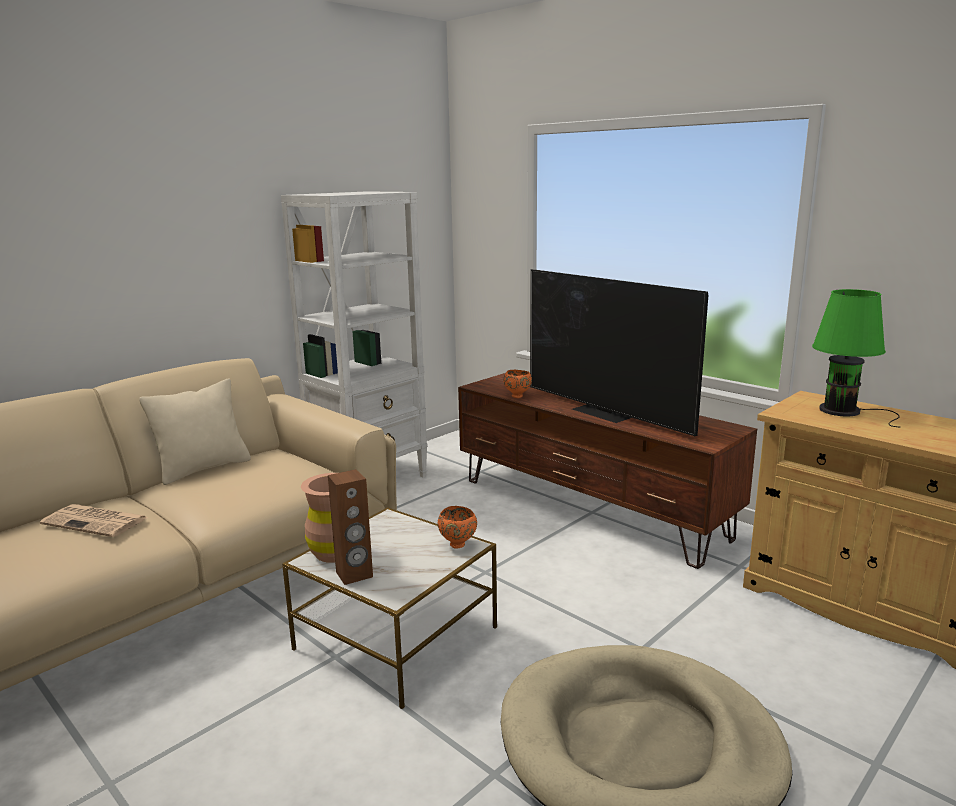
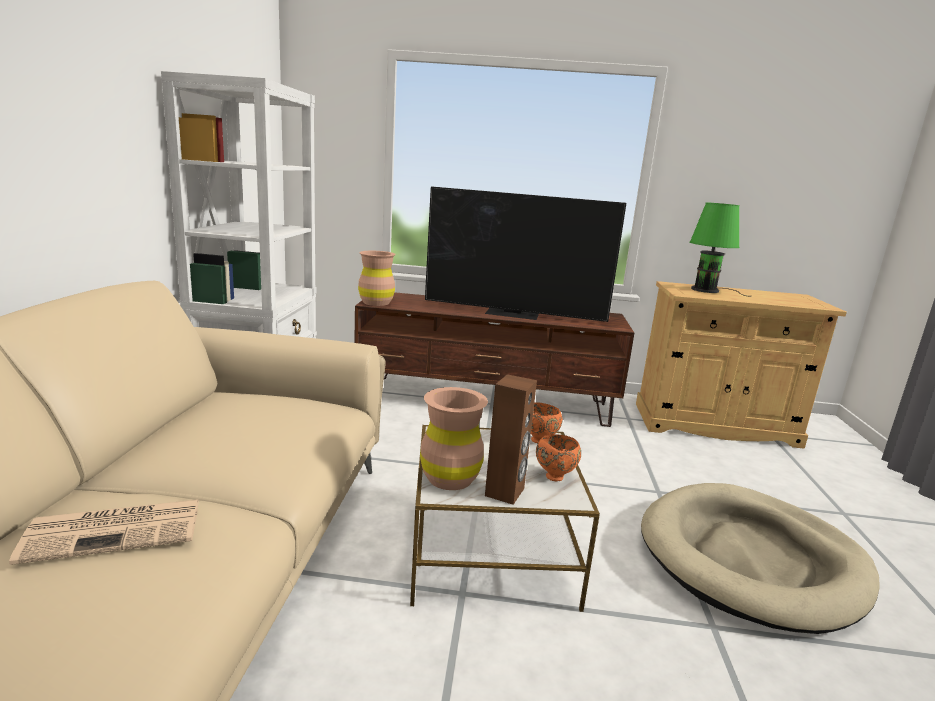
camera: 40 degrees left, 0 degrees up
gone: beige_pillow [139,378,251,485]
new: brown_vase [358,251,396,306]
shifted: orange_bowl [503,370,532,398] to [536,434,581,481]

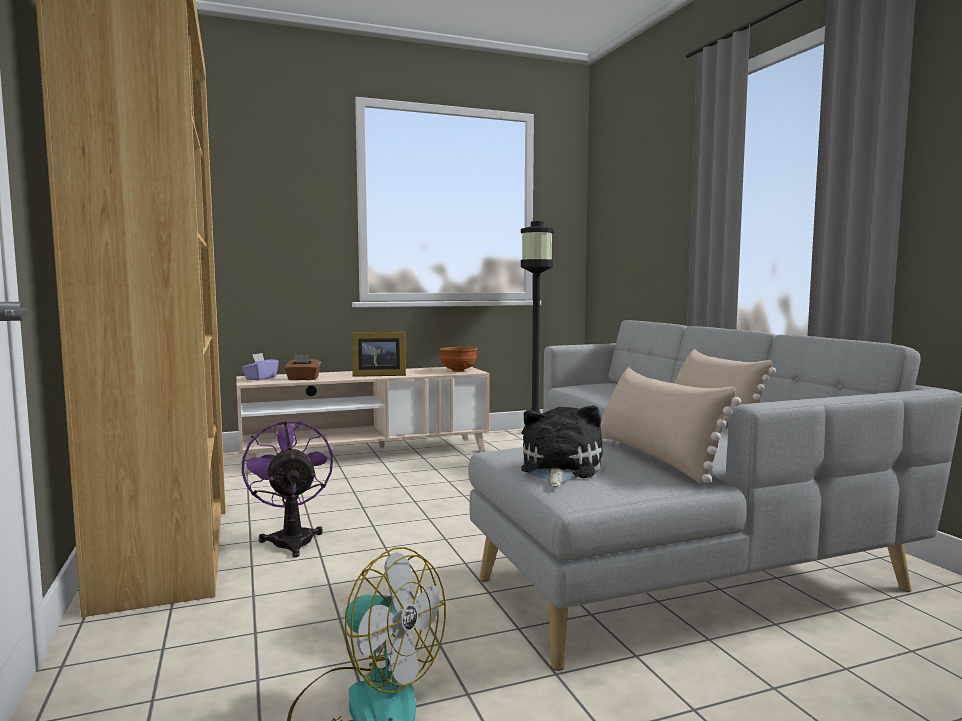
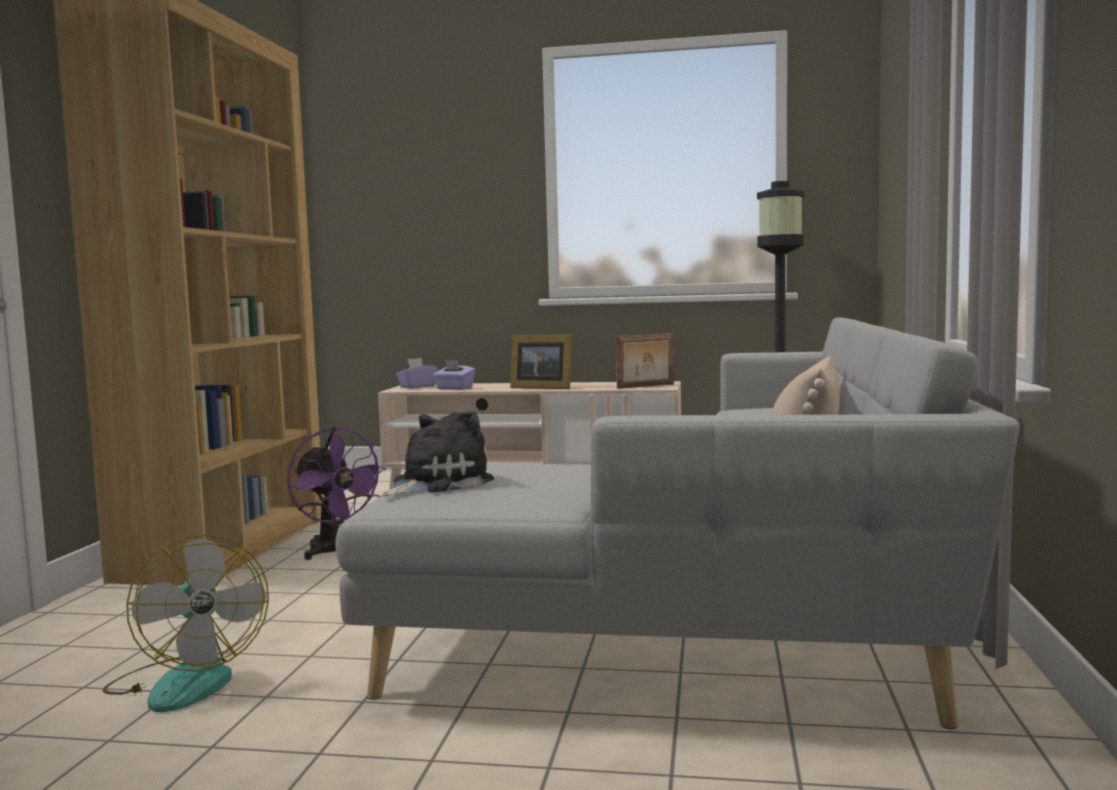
camera: 30 degrees right, 0 degrees up
gone: beige_pillow [601,367,741,483]
swapped: brown_bowl [439,347,478,372] to picture_frame [616,333,674,389]
repainted: brown_tissue_box [284,354,321,380] to purple_tissue_box [433,360,475,390]
rotated: purple_fan [242,420,333,557] = [287,427,387,560] 135 degrees clockwise

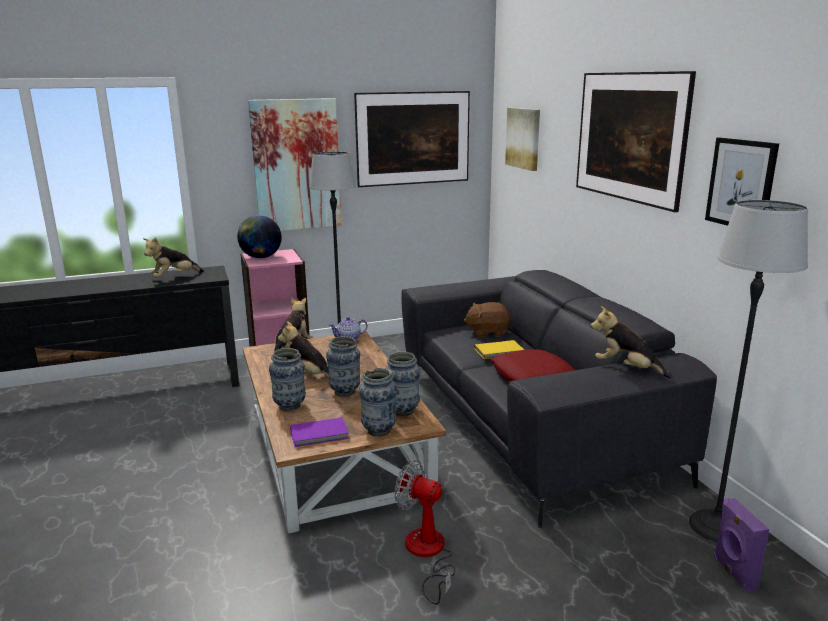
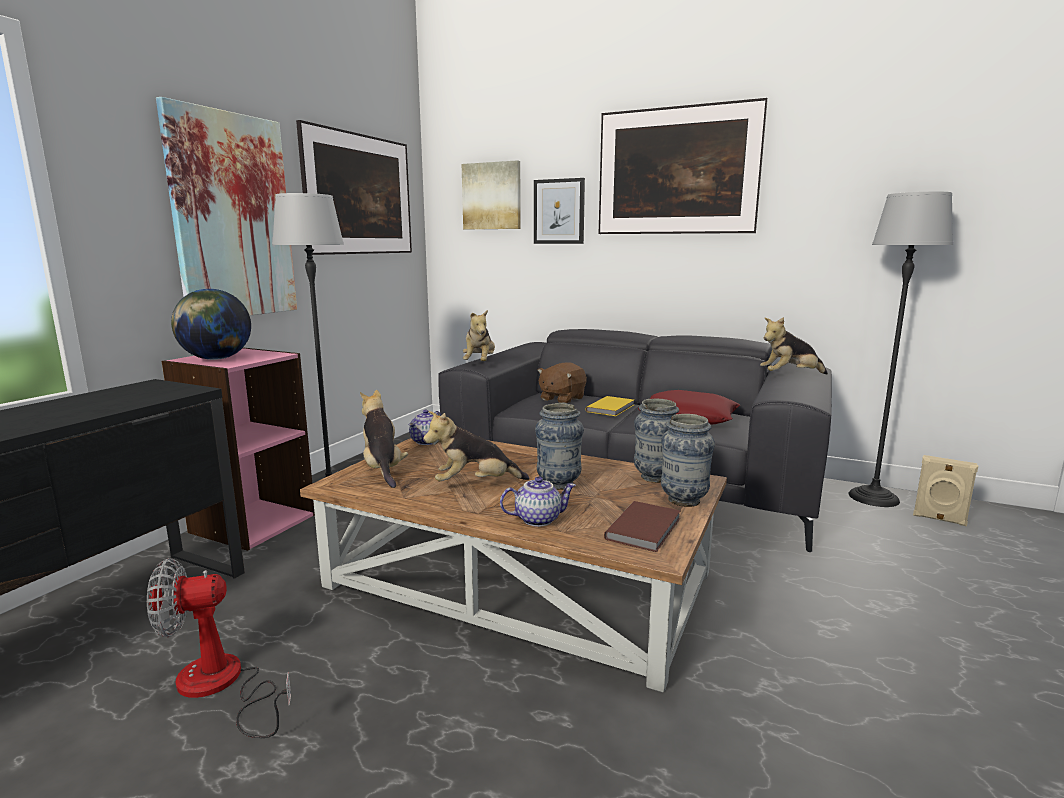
camera: 45 degrees left, 5 degrees down
shifted: fan [395,460,455,605] to [147,558,291,738]; plush_toy [143,237,204,277] to [463,310,495,361]; picture [705,137,779,226] to [534,178,585,244]
swapped: vase [269,348,306,411] to teapot [500,476,576,527]
repainted: purple_book [290,417,349,447] to brown_book [604,501,681,552]; purple_speaker [714,498,770,592] to beige_speaker [913,455,978,526]

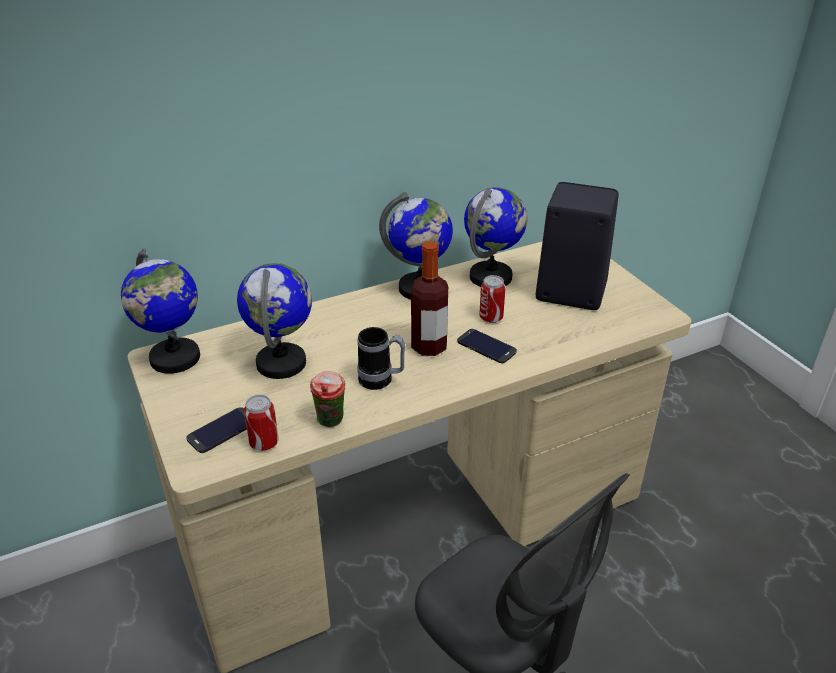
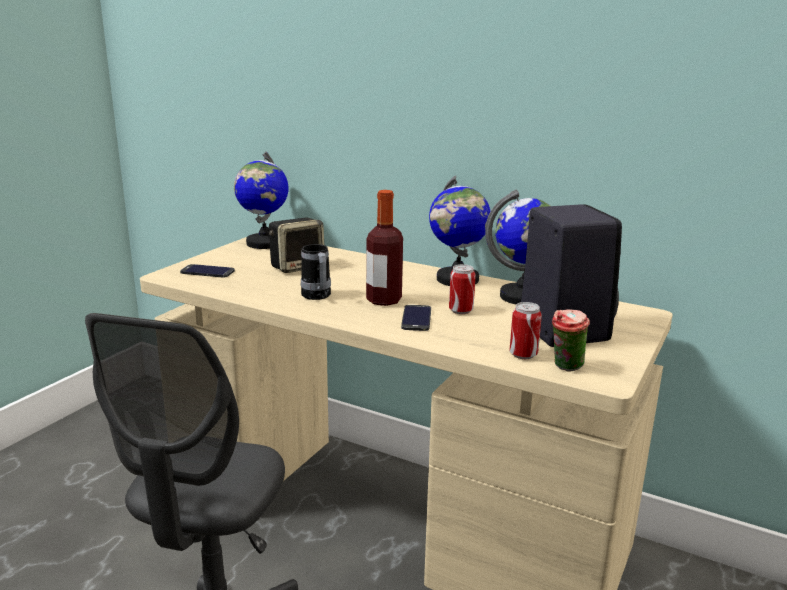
camera: 55 degrees right, 15 degrees down
shifted: can [244,395,279,451] to [510,302,542,359]; cup [310,371,346,427] to [552,309,590,371]
swapped: globe [237,263,312,379] to speaker [269,218,324,273]

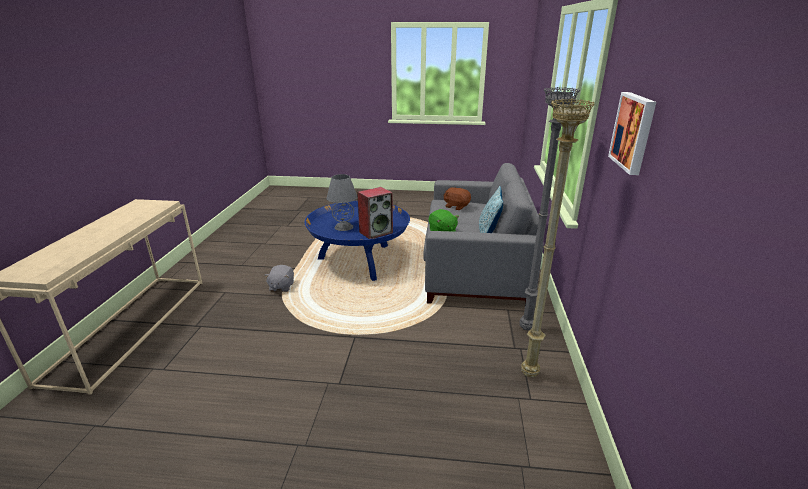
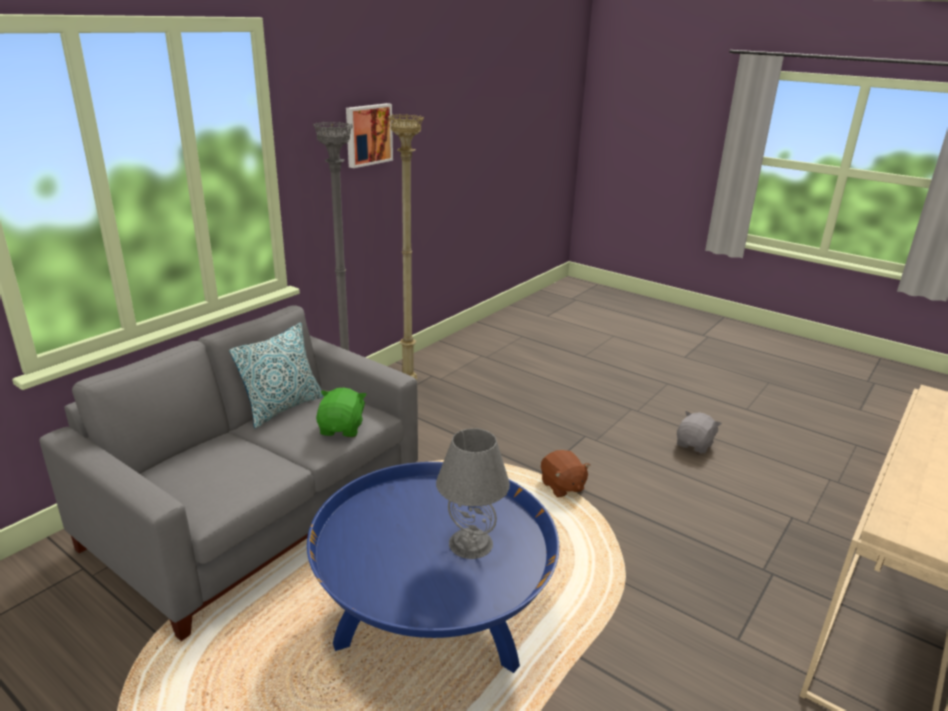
camera: 150 degrees left, 0 degrees up
gone: speaker [357,187,393,239]
shifted: brown_plush_toy [443,187,471,210] to [541,450,590,497]; grey_plush_toy [264,265,294,292] to [677,411,722,454]

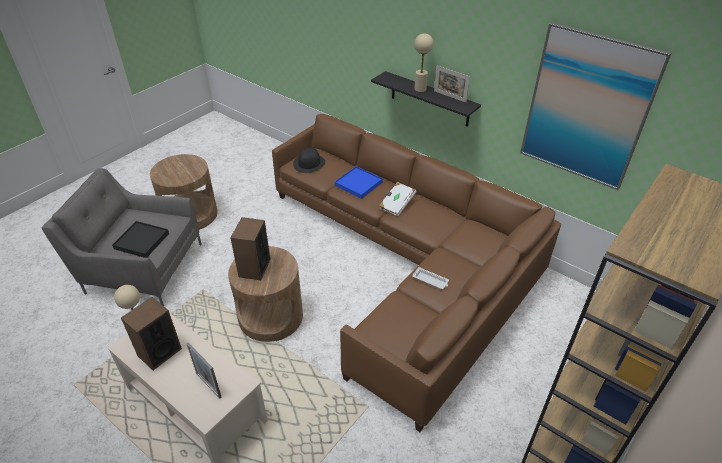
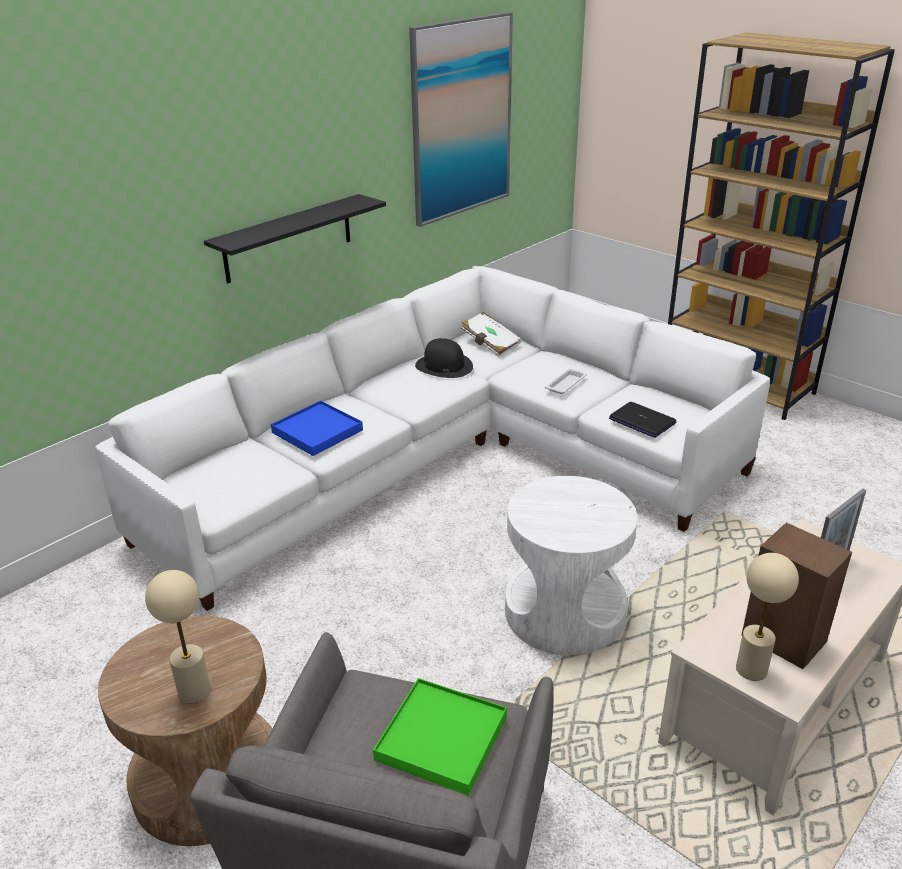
camera: 85 degrees left, 10 degrees down
gone: speaker [230,217,271,280]; picture_frame [434,65,470,103]
new: laptop [609,402,676,438]
shifted: beige_table_lamp [414,33,434,92] to [145,570,211,703]; black_hat [293,147,325,173] to [415,338,473,378]; white_book [379,182,416,216] to [461,312,521,356]
repainted: brown_sofa [272,114,561,432] to white_sofa [95,266,770,611]; black_tray [112,221,169,258] to green_tray [373,678,507,796]; brown_side_table [228,246,303,342] to white_side_table [505,476,637,656]

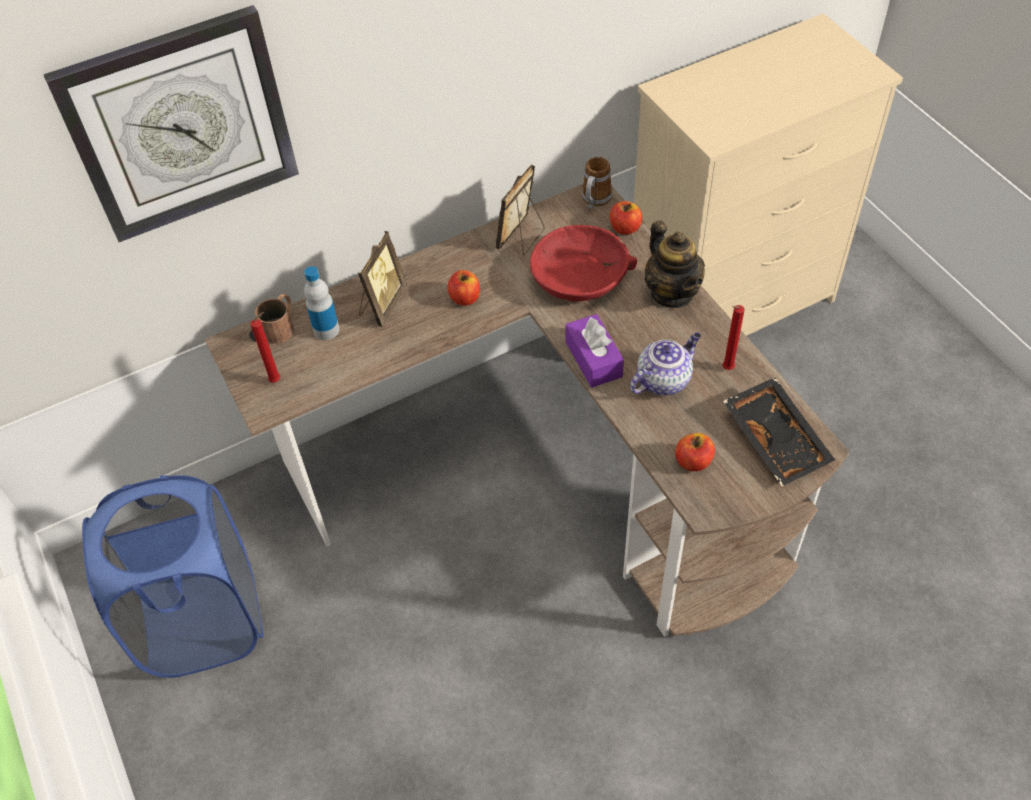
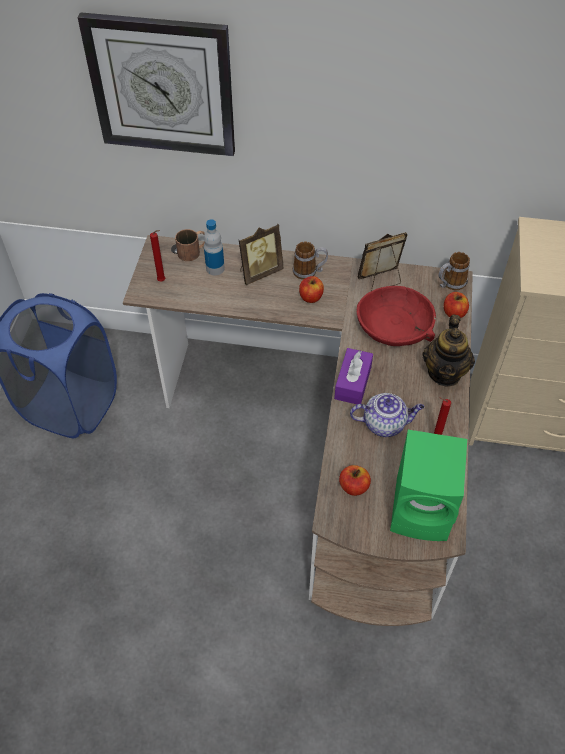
camera: 35 degrees right, 0 degrees up
new: mug [293,241,328,280]
swapped: black_tray [723,377,835,486] to green_speaker [390,430,467,541]

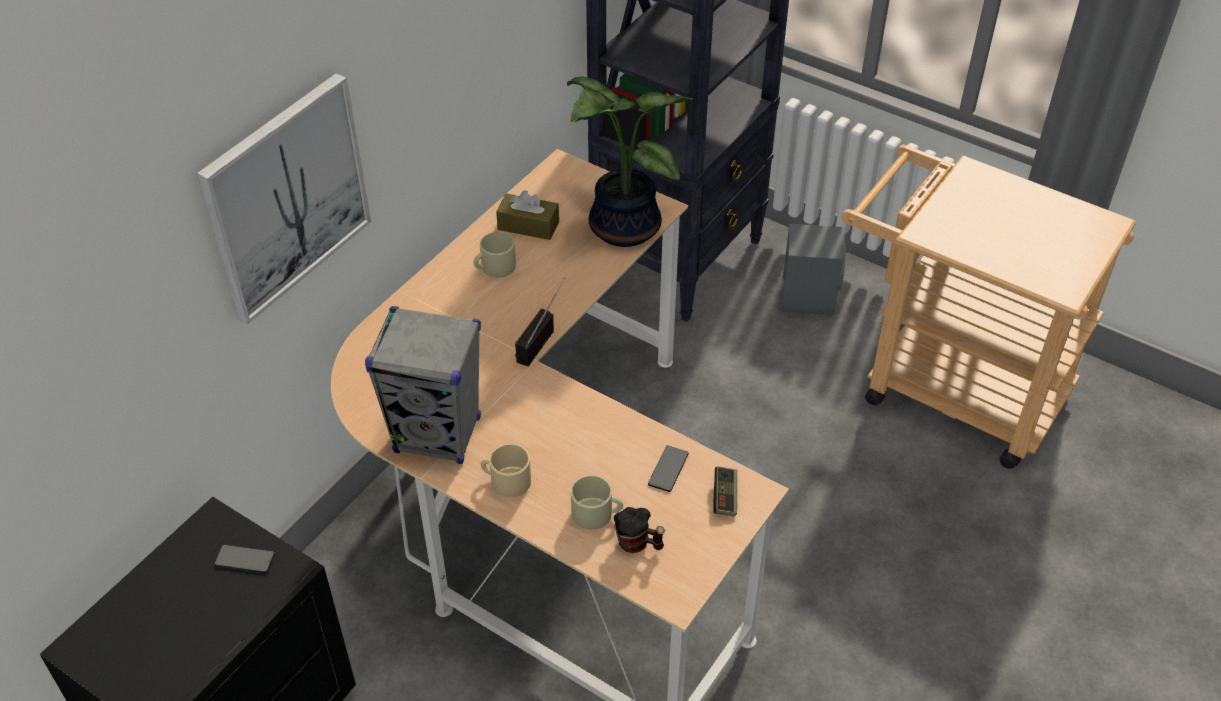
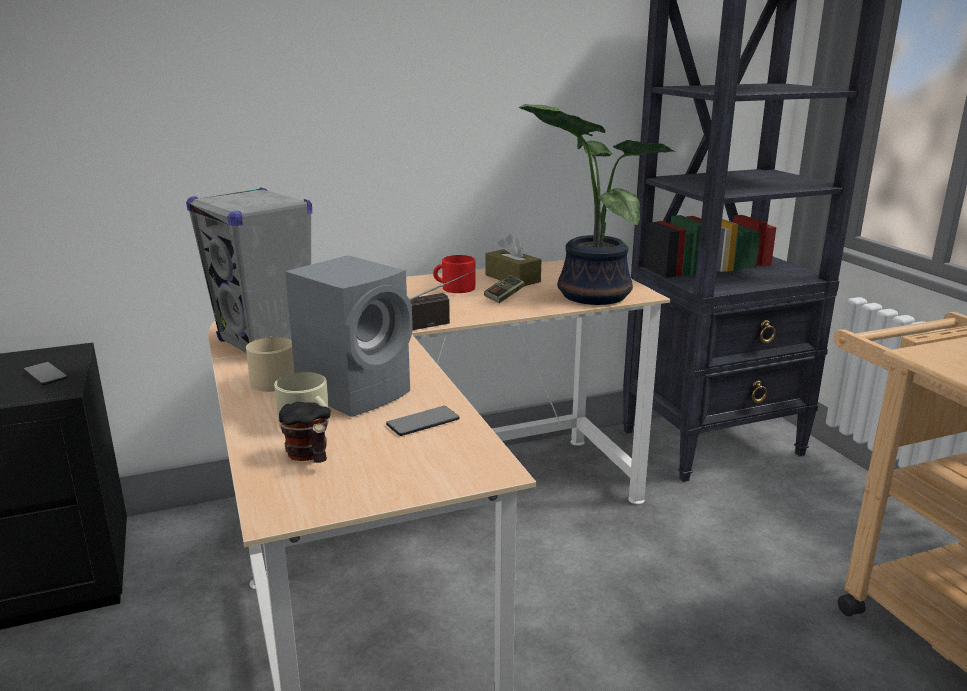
camera: 35 degrees right, 25 degrees down
gone: picture [196,73,371,324]
shifted: grey_speaker [781,224,846,316] to [285,255,413,417]; game_controller [713,466,737,517] to [484,275,525,303]
repainted: beige_mug [474,232,516,278] to red_mug [433,255,475,293]

